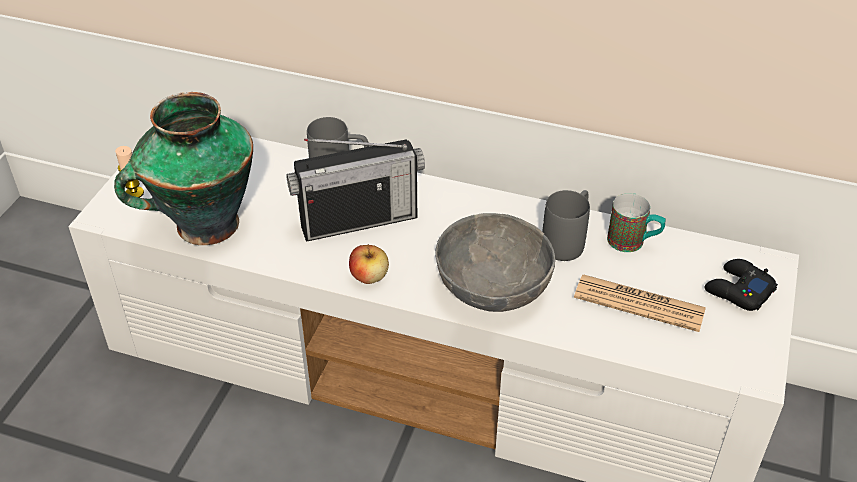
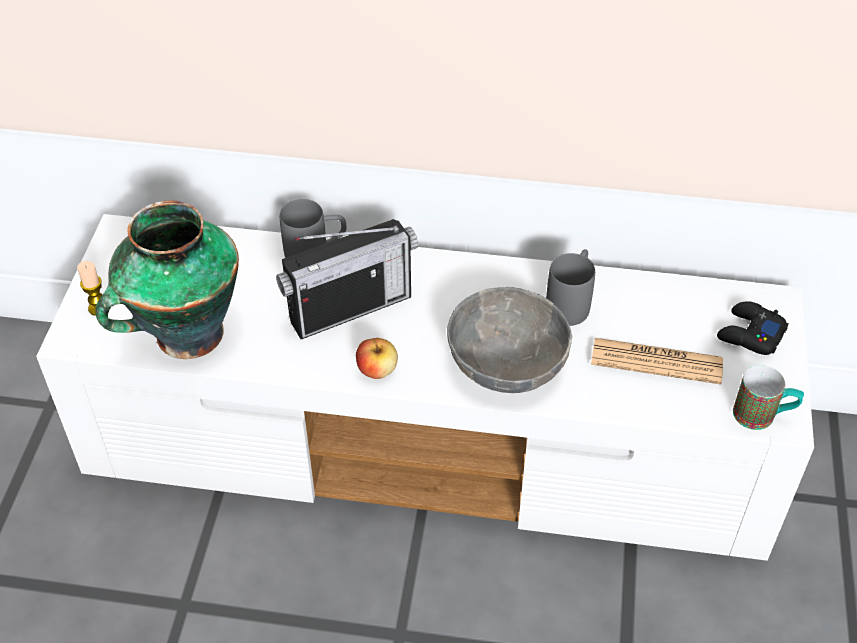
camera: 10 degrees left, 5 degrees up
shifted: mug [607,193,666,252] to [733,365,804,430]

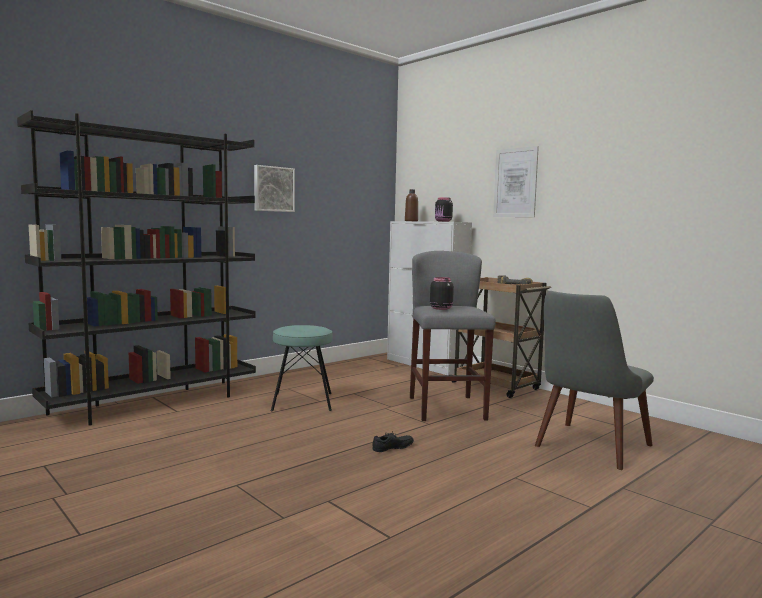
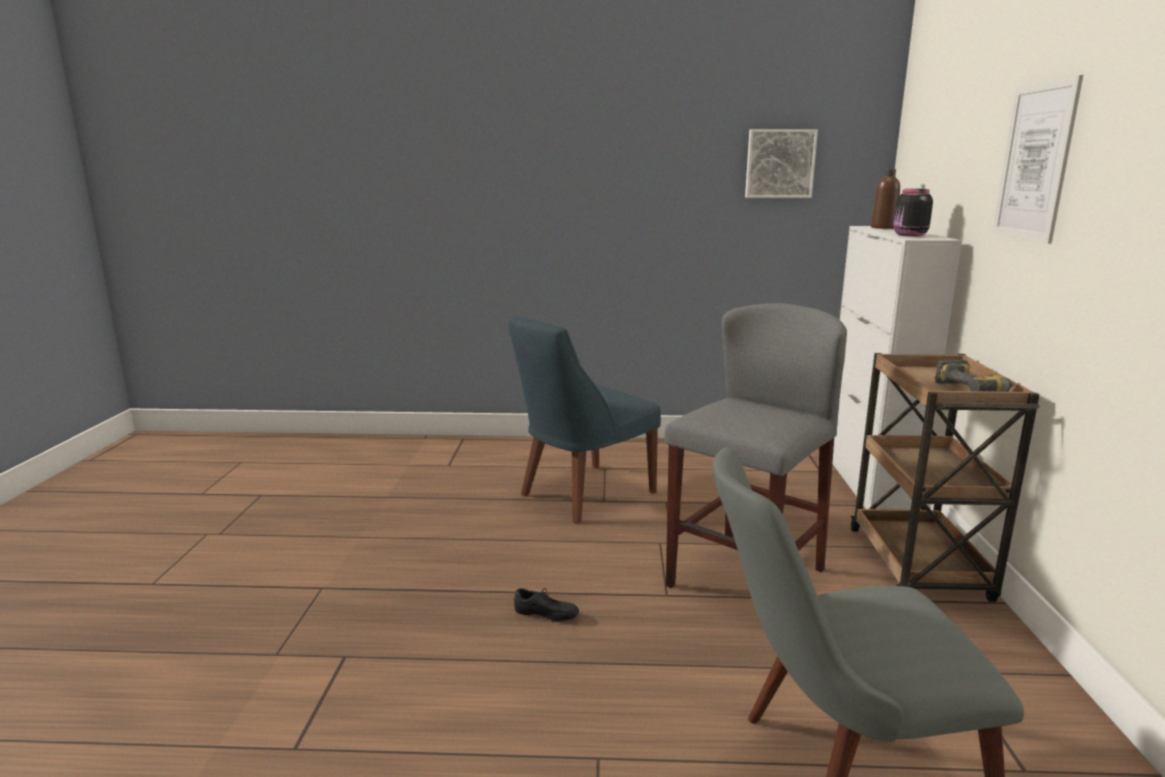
camera: 45 degrees right, 10 degrees up
gone: black_bookcase [17,110,256,426]; black_jar [430,277,454,310]
shifted: picture [254,165,295,212] to [745,129,818,198]
swapped: turquoise_stool [271,325,333,411] to blue_chair [509,316,661,524]

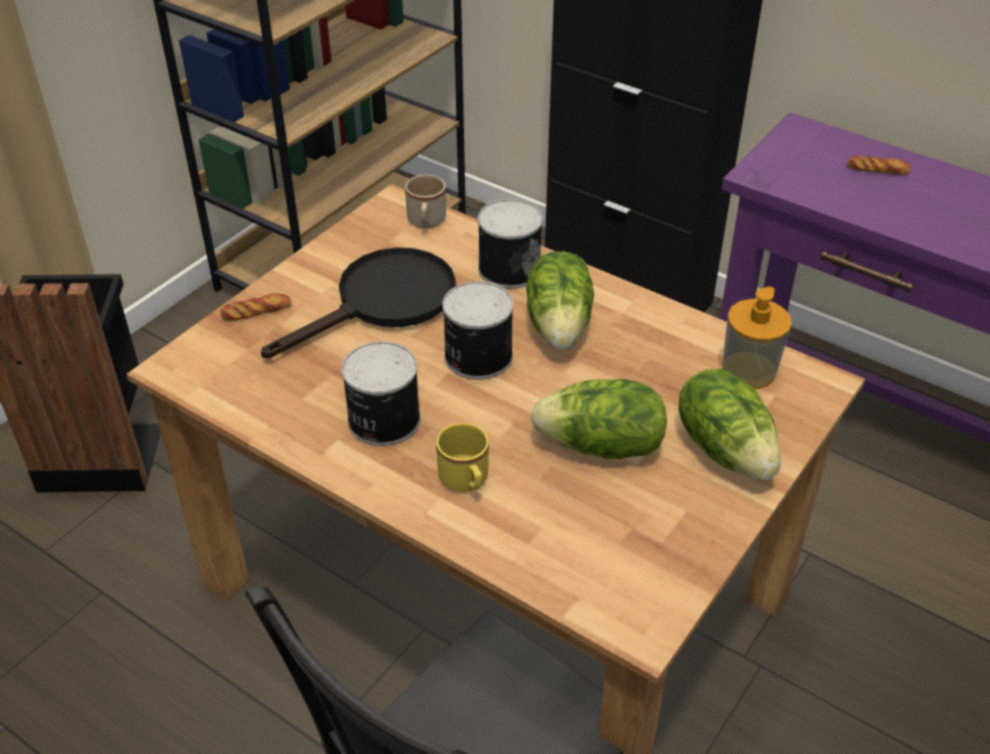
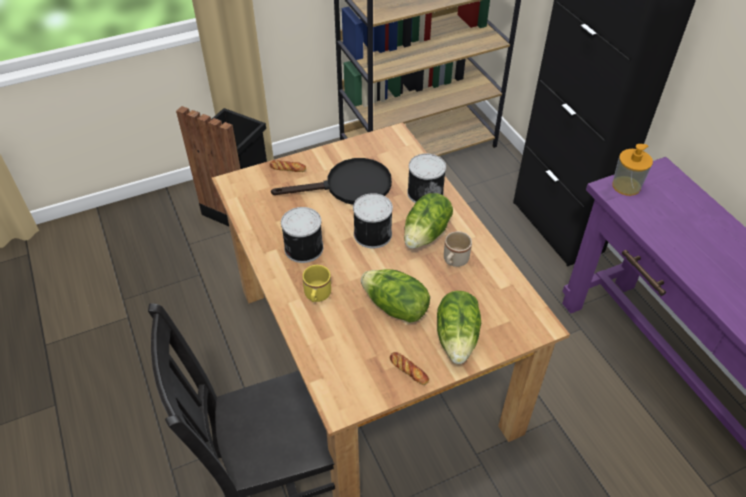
camera: 30 degrees right, 5 degrees up
shifted: bread [847,156,911,175] to [390,352,429,385]; beige_mug [405,175,446,228] to [444,231,472,267]; soap_dispenser [722,287,792,389] to [612,144,653,196]

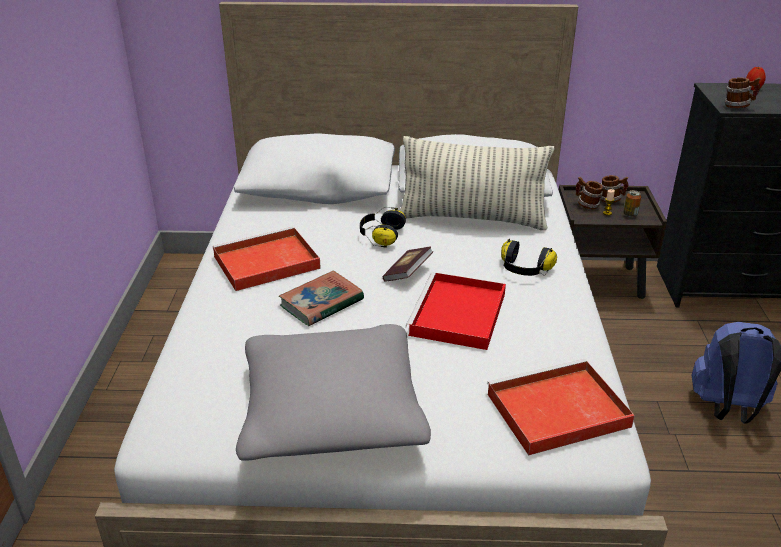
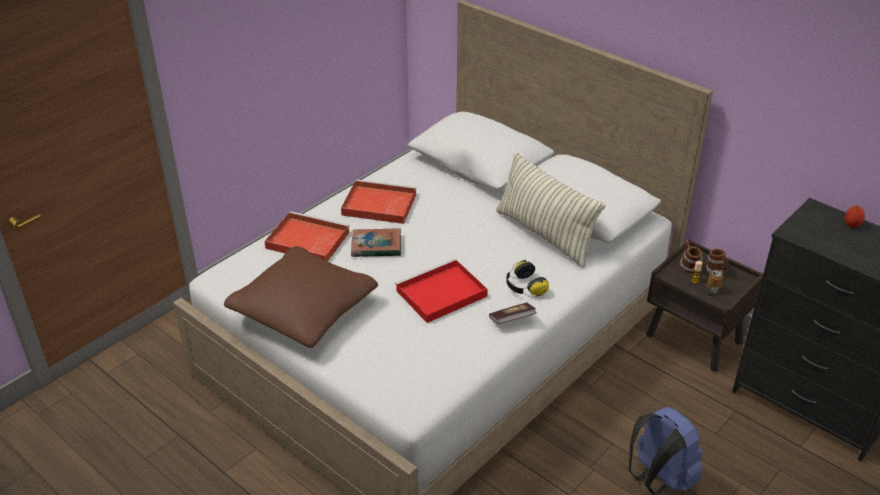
camera: 40 degrees right, 5 degrees up
gone: headphones [360,207,406,248]; mug [725,77,761,108]
shifted: red_tray [487,359,635,456] to [264,211,350,262]; book [383,247,433,281] to [489,302,536,324]
repainted: grey_pillow [236,324,431,461] to brown_pillow [224,246,378,348]

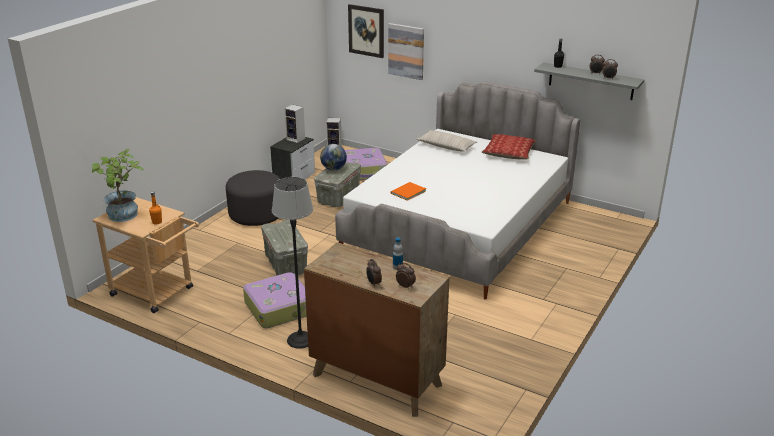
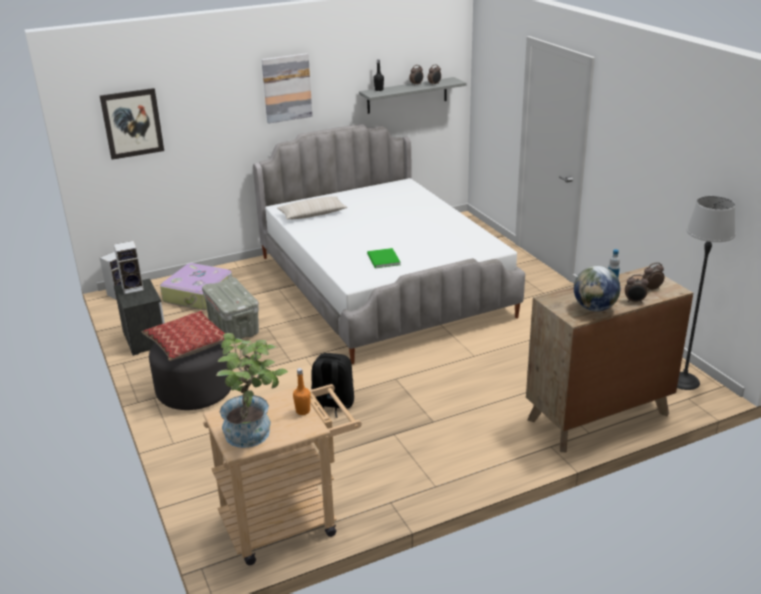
camera: 55 degrees left, 0 degrees up
gone: suitcase [243,272,307,328]
shifted: pillow [482,134,536,159] to [142,311,225,361]; picture [388,23,424,80] to [262,53,313,124]; globe [320,144,347,171] to [574,266,620,311]; floor_lamp [272,177,313,349] to [677,196,735,390]
swapped: grey_storage_box [261,220,308,275] to black_backpack [311,353,354,418]
repainted: orange_book [391,182,426,201] to green_book [367,248,400,268]

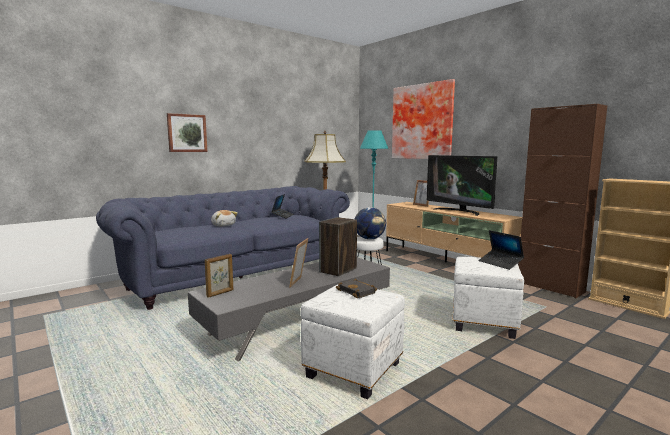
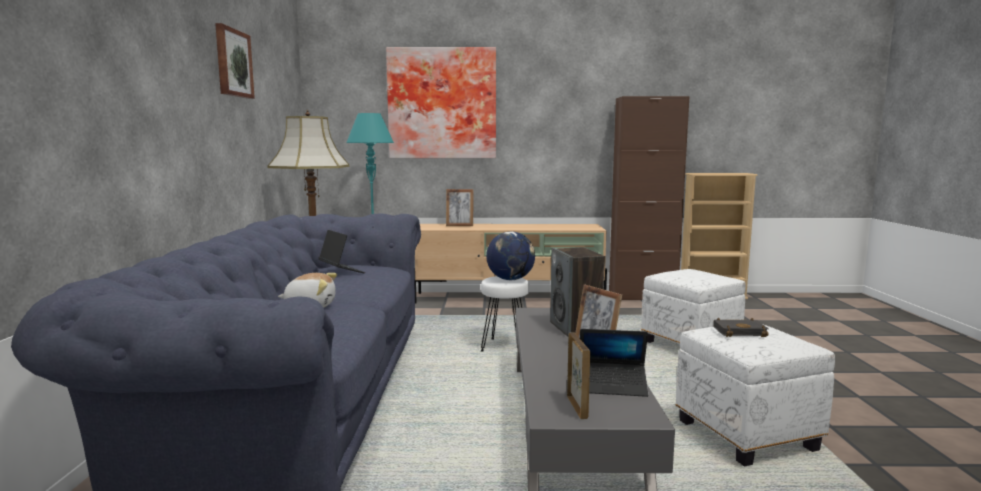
camera: 50 degrees left, 0 degrees up
gone: television [427,155,497,216]
shifted: picture [167,113,207,152] to [215,23,255,99]; laptop [479,230,524,270] to [580,329,648,397]

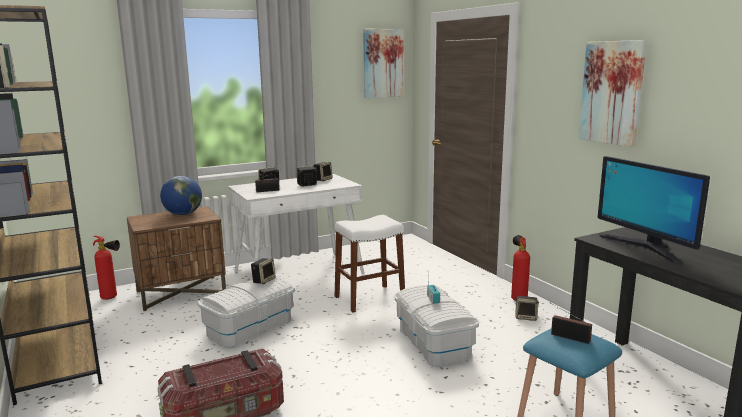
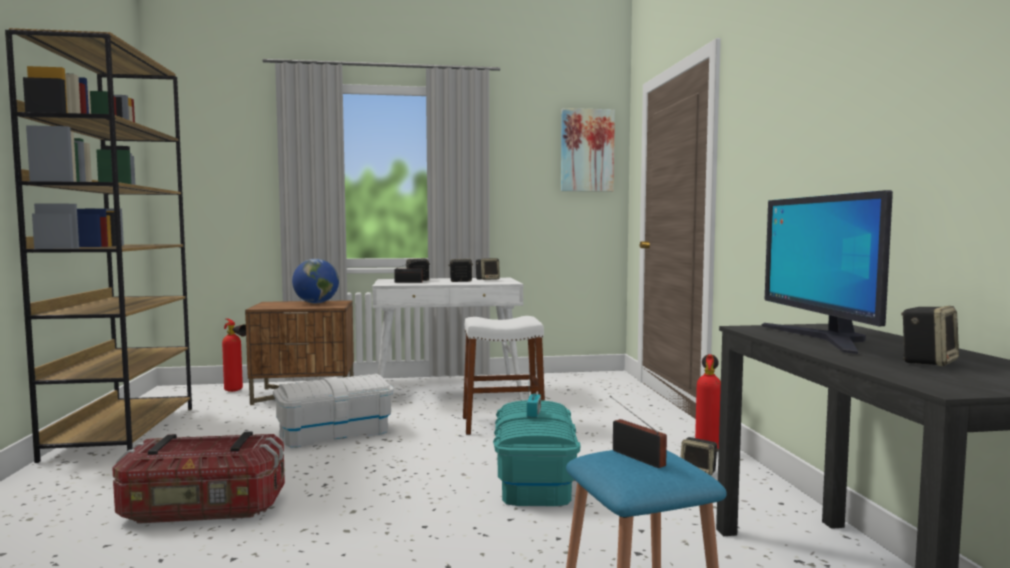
camera: 20 degrees right, 10 degrees down
gone: picture [578,40,647,147]
shifted: speaker [251,258,275,284] to [901,306,959,366]
repainted: white_storage_box [394,285,479,366] to turquoise_storage_box [493,400,580,506]

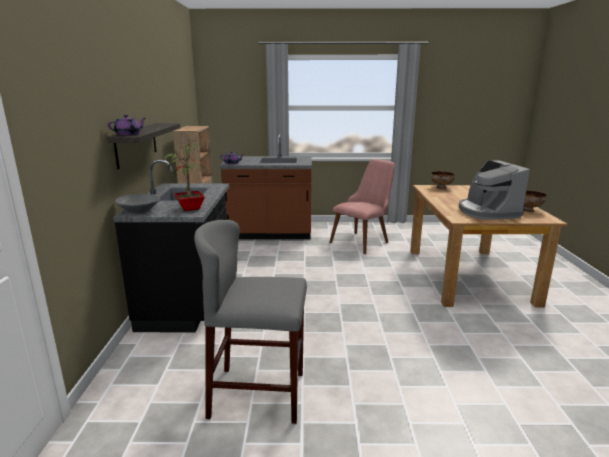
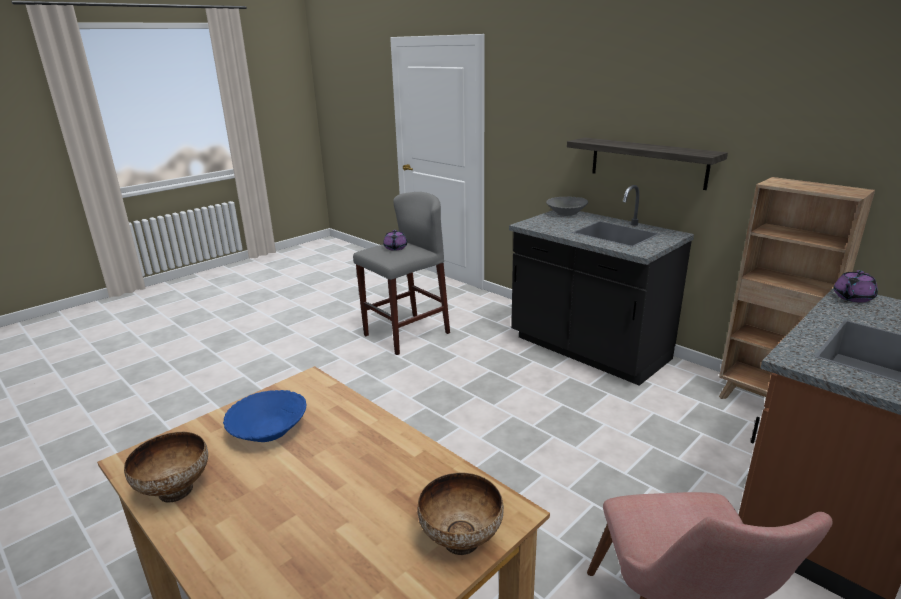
camera: 135 degrees right, 5 degrees up
gone: potted_plant [163,140,208,211]
shifted: purple_teapot [108,115,145,135] to [383,230,407,251]
swapped: coffee_machine [459,160,530,220] to blue_bowl [223,390,307,442]

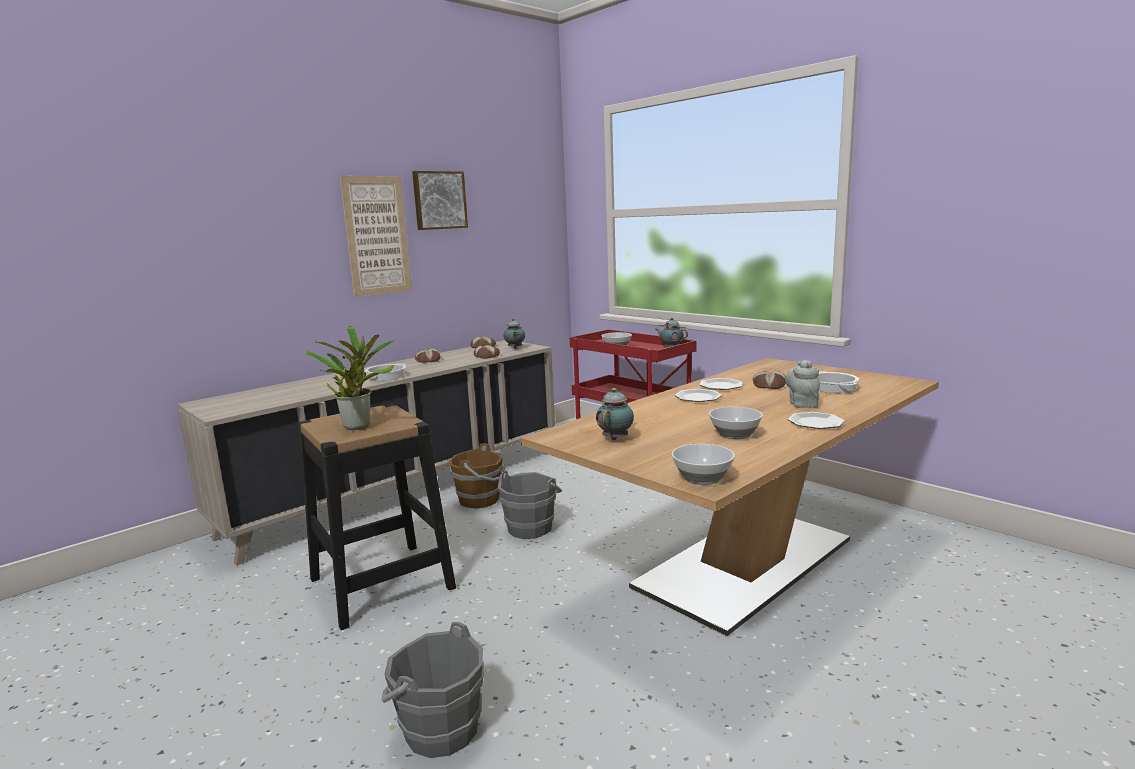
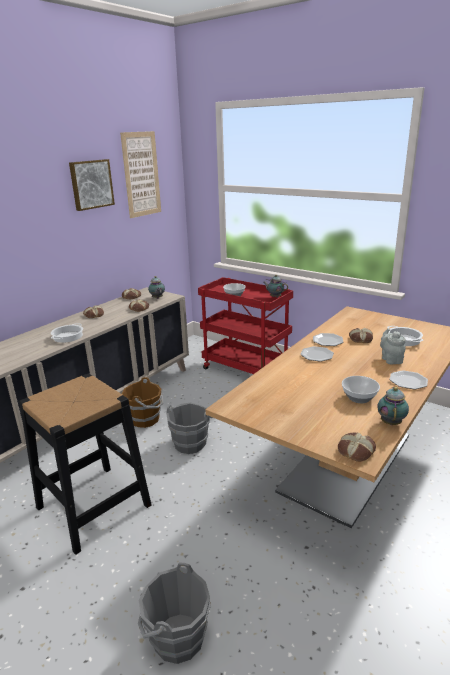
camera: 10 degrees left, 10 degrees up
gone: potted_plant [306,326,394,430]
shifted: picture [340,176,412,297] to [120,131,161,218]; teapot [596,388,634,441] to [377,387,409,425]
swapped: bowl [672,444,735,485] to bread [338,433,376,462]

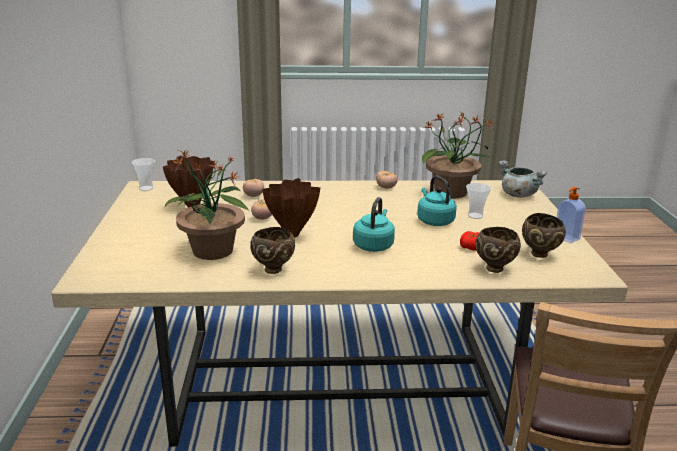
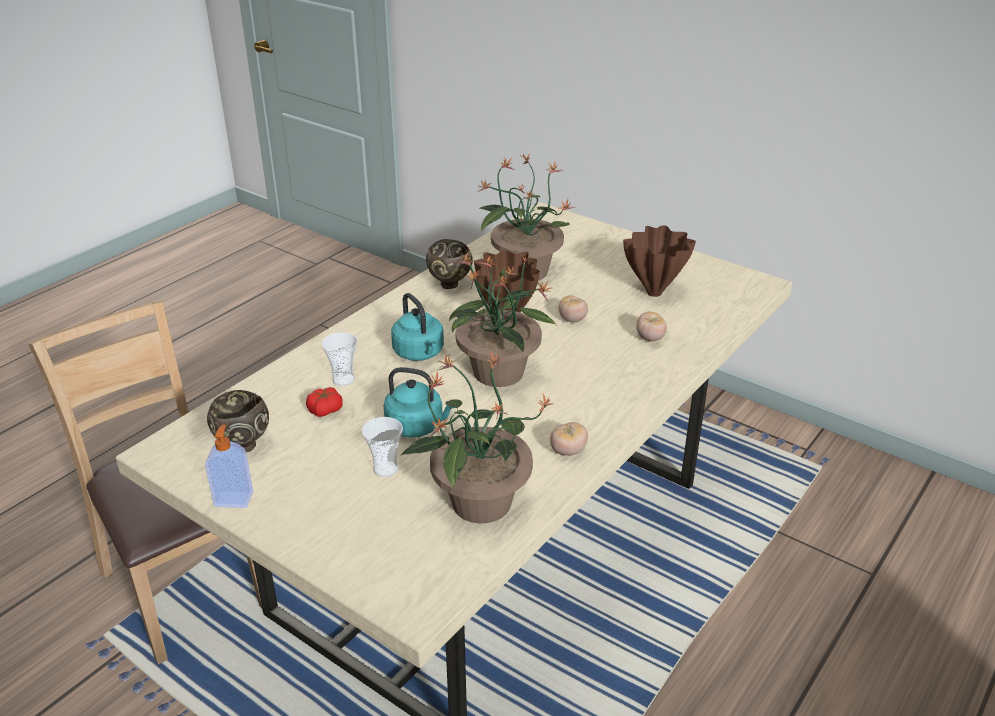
camera: 130 degrees right, 10 degrees up
gone: brown_bowl [475,227,521,273]; grey_cooking_pot [499,160,547,198]
new: potted_plant [449,252,556,387]
shifted: cup [132,158,155,191] to [321,332,358,386]

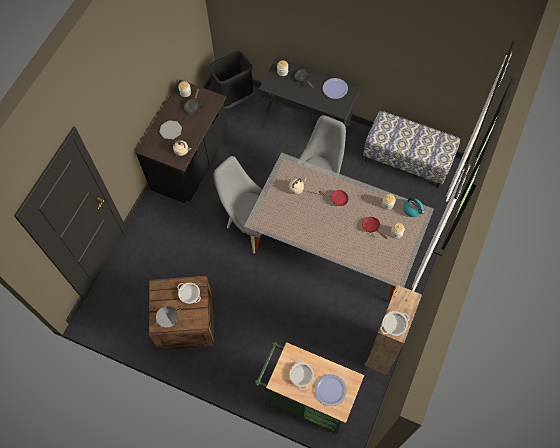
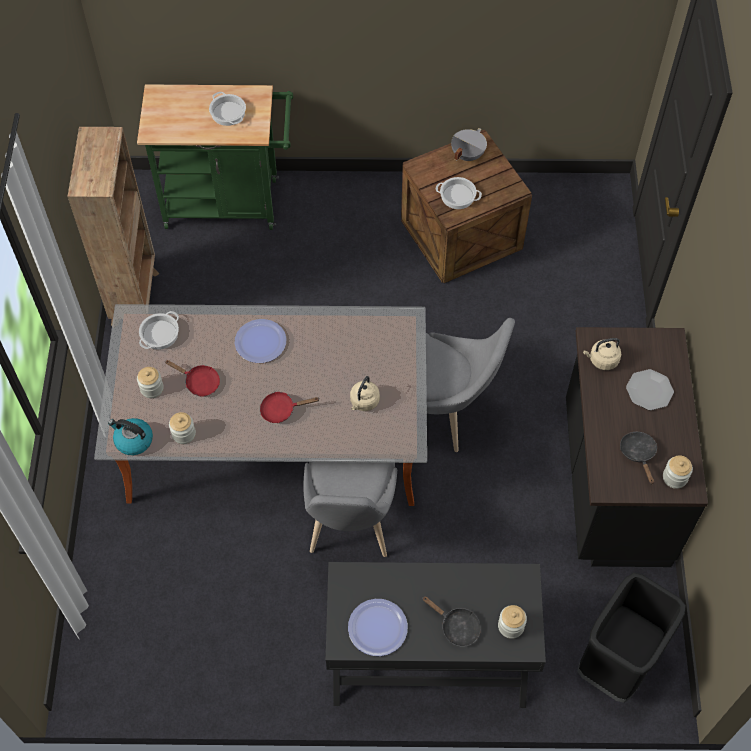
camera: 155 degrees right, 5 degrees down
gone: bench [363,111,460,188]
shifted: cooking_pot [381,311,409,336] to [139,311,179,350]; plate [315,374,347,406] to [235,319,286,363]

